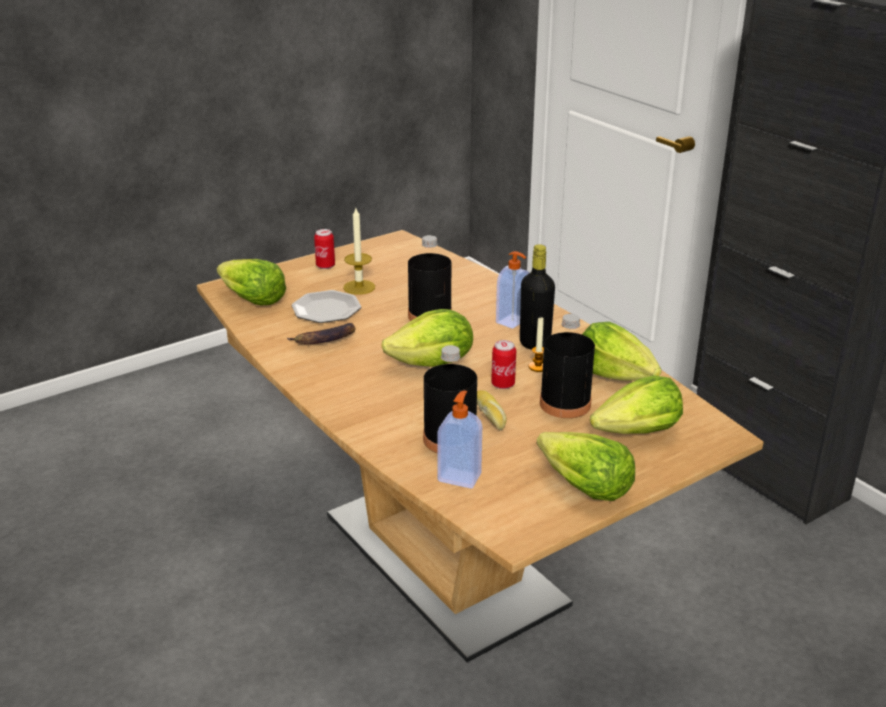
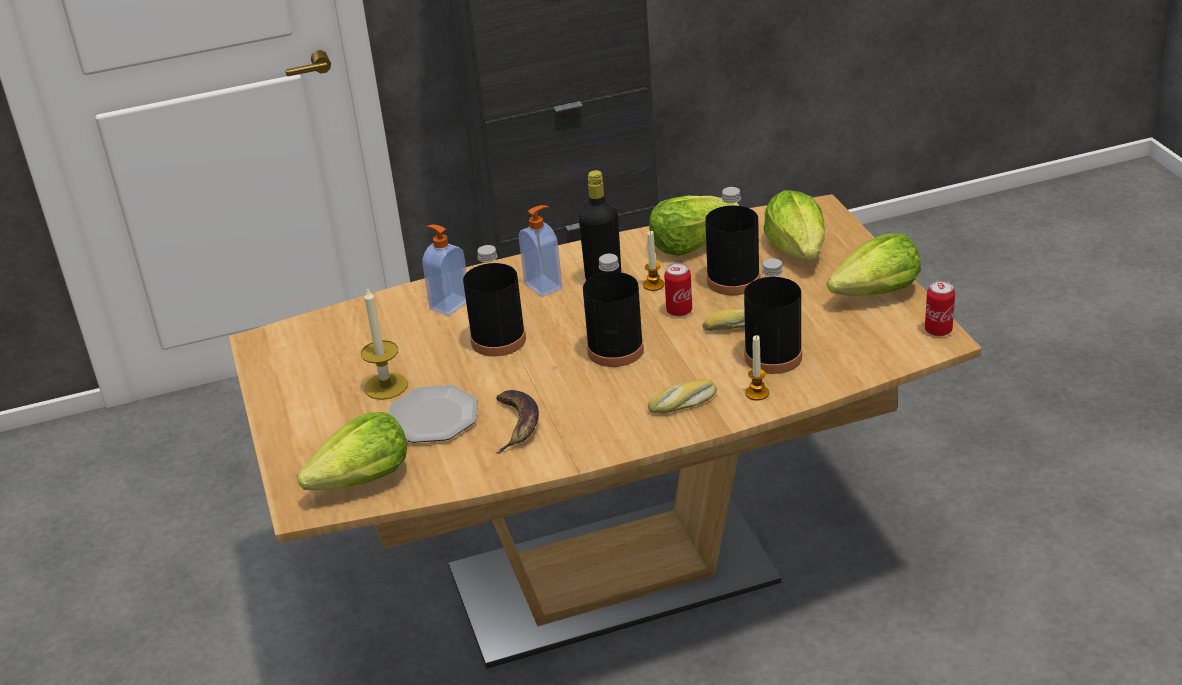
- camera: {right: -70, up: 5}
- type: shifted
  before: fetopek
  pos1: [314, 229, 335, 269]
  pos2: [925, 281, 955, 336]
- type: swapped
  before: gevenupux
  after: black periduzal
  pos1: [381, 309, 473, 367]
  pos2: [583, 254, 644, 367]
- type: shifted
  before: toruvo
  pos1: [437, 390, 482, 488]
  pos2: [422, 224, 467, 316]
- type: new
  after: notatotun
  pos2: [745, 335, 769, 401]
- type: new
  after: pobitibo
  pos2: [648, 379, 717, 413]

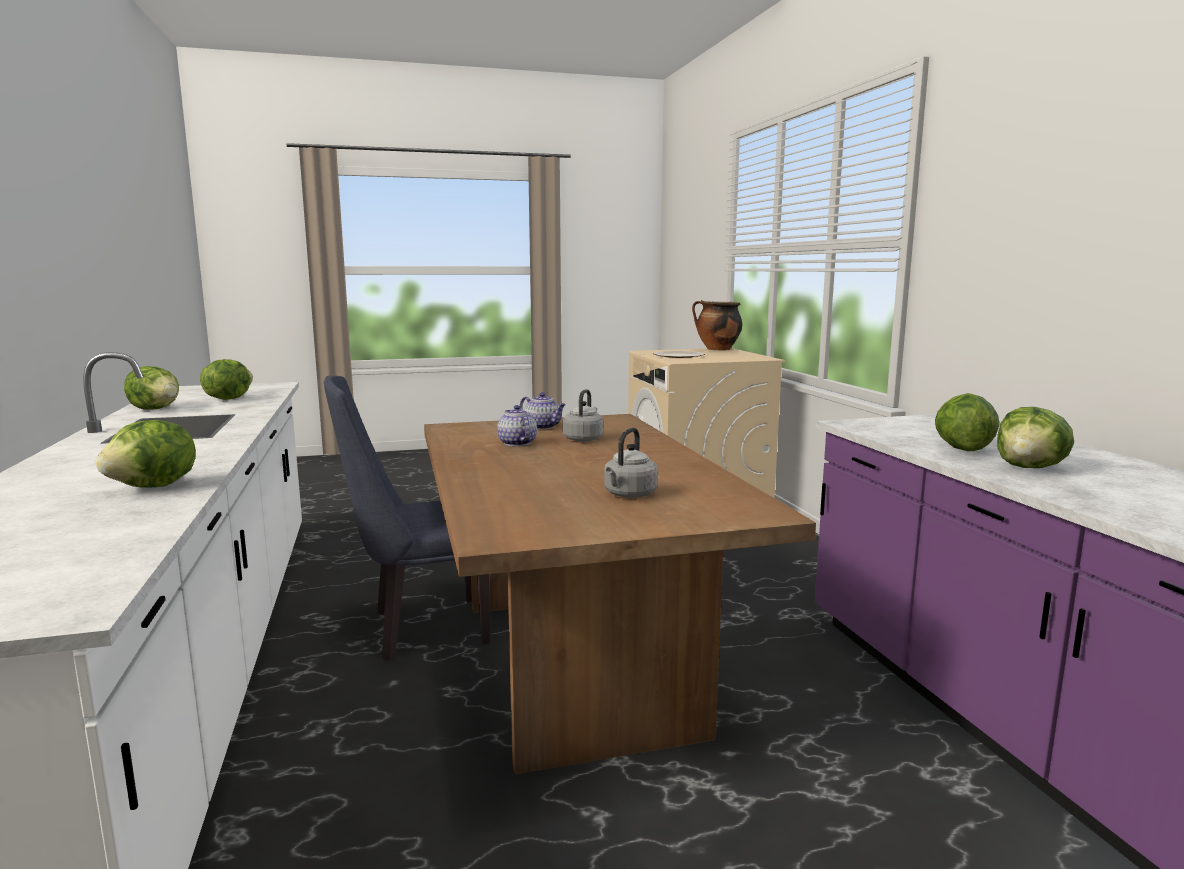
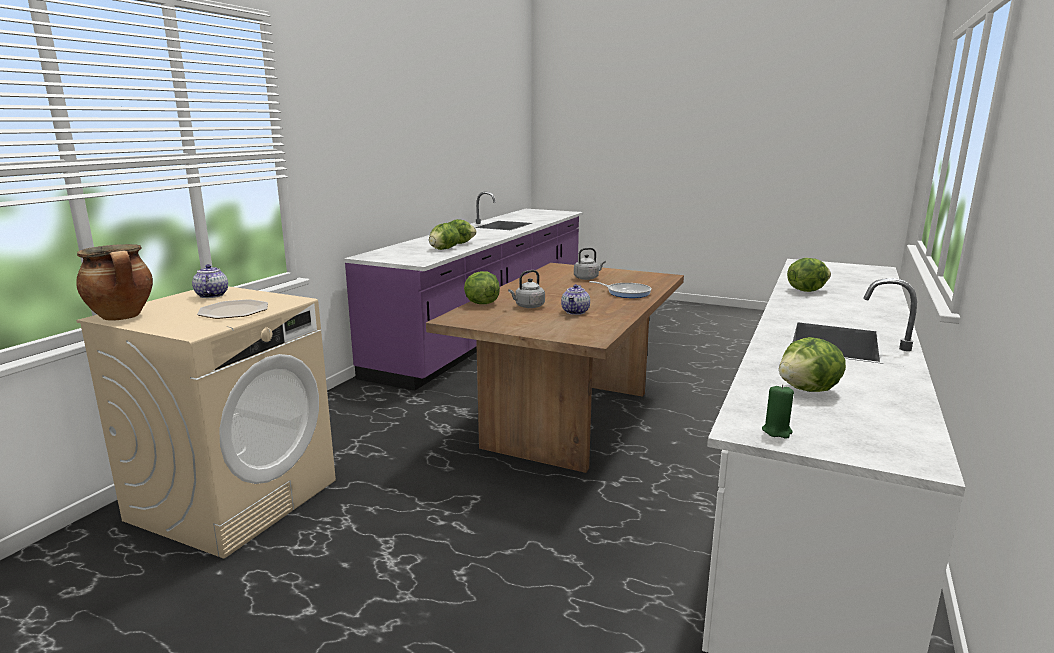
- camera: {right: -140, up: 5}
- type: shifted
  before: gevenupux
  pos1: [124, 366, 179, 410]
  pos2: [464, 271, 500, 304]
- type: gone
  before: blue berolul
  pos1: [324, 376, 491, 661]
- type: shifted
  before: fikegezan
  pos1: [520, 392, 566, 429]
  pos2: [192, 264, 228, 298]
- type: new
  after: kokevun
  pos2: [589, 281, 651, 298]
- type: new
  after: green notatotun
  pos2: [762, 384, 794, 439]

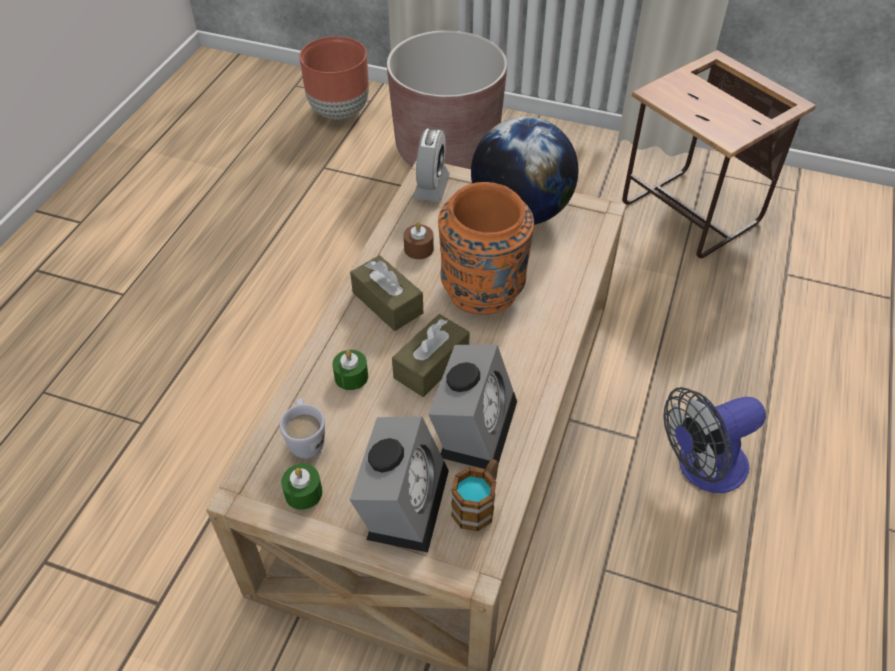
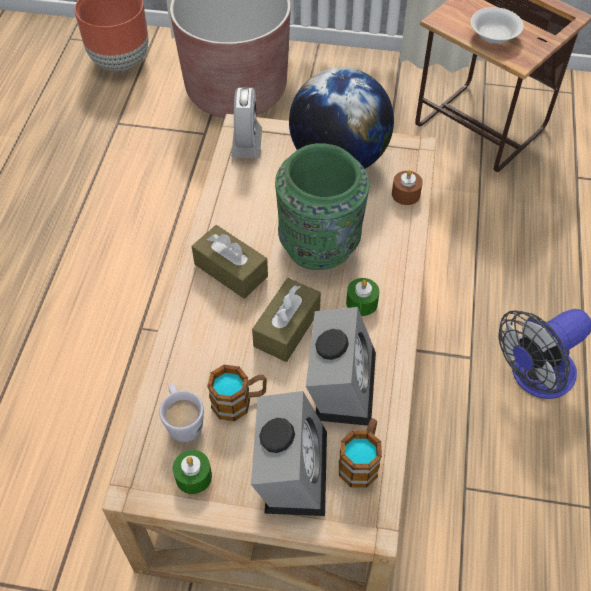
- camera: {right: -10, up: 5}
- type: repainted
  before: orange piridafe
  after: green piridafe
  pos1: [438, 182, 534, 315]
  pos2: [275, 143, 369, 270]
- type: shifted
  before: brown notatotun
  pos1: [404, 222, 434, 259]
  pos2: [392, 170, 423, 205]
- type: shifted
  before: green notatotun
  pos1: [332, 350, 368, 390]
  pos2: [346, 278, 379, 316]
- type: new
  after: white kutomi
  pos2: [471, 7, 524, 44]
- type: new
  after: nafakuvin
  pos2: [207, 365, 267, 421]

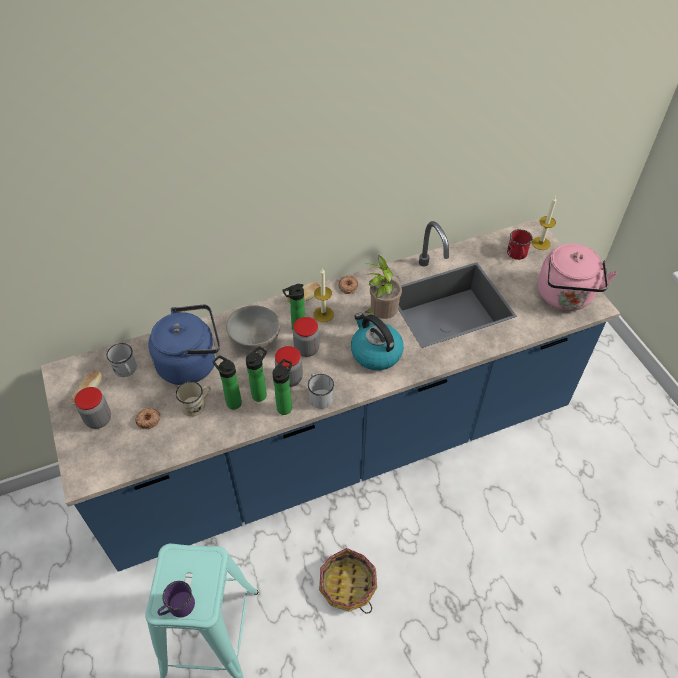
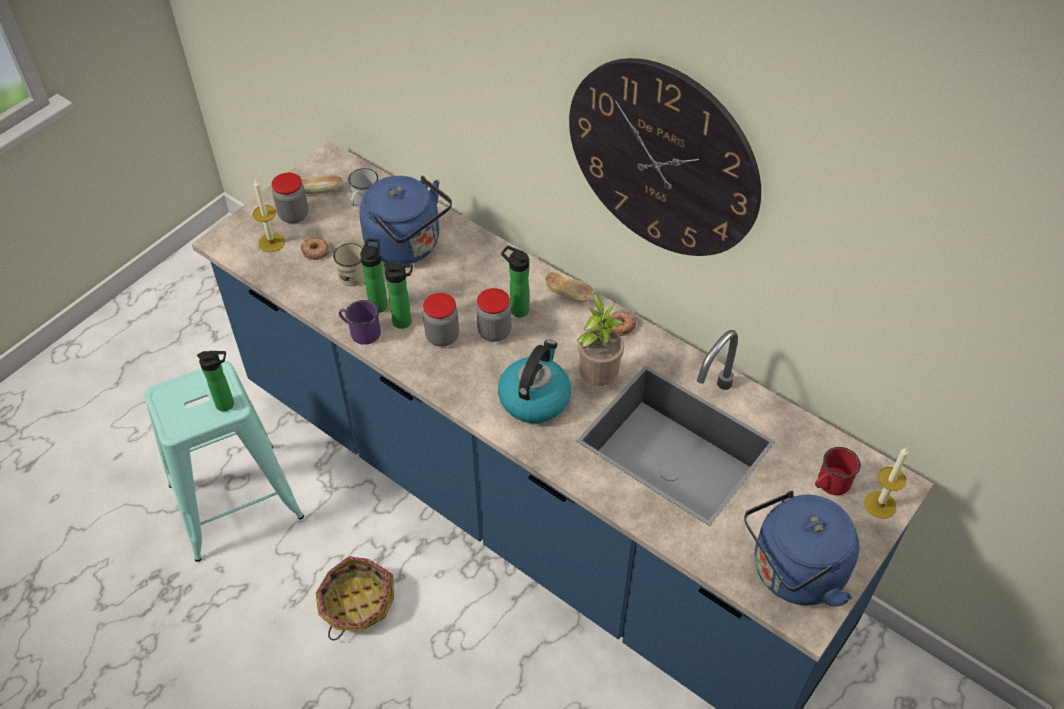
- camera: {right: 60, up: 0}
- type: repainted
  before: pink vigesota
  after: blue vigesota
  pos1: [538, 243, 617, 311]
  pos2: [744, 491, 860, 606]
- type: shifted
  before: notatotun
  pos1: [313, 268, 334, 322]
  pos2: [253, 179, 285, 252]
- type: gone
  before: grey kutomi
  pos1: [226, 305, 280, 351]
- type: shifted
  before: periduzal
  pos1: [272, 359, 292, 415]
  pos2: [197, 351, 234, 411]
- type: gone
  before: white nafakuvin
  pos1: [308, 373, 334, 409]
- type: shifted
  before: purple nafakuvin
  pos1: [157, 581, 195, 618]
  pos2: [339, 300, 381, 345]
- type: new
  after: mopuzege
  pos2: [569, 58, 761, 256]

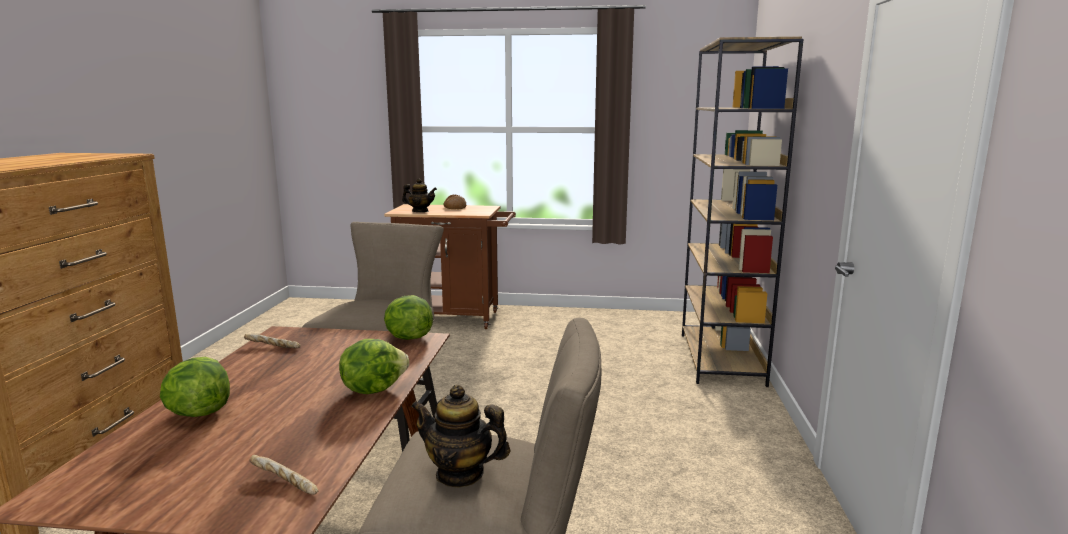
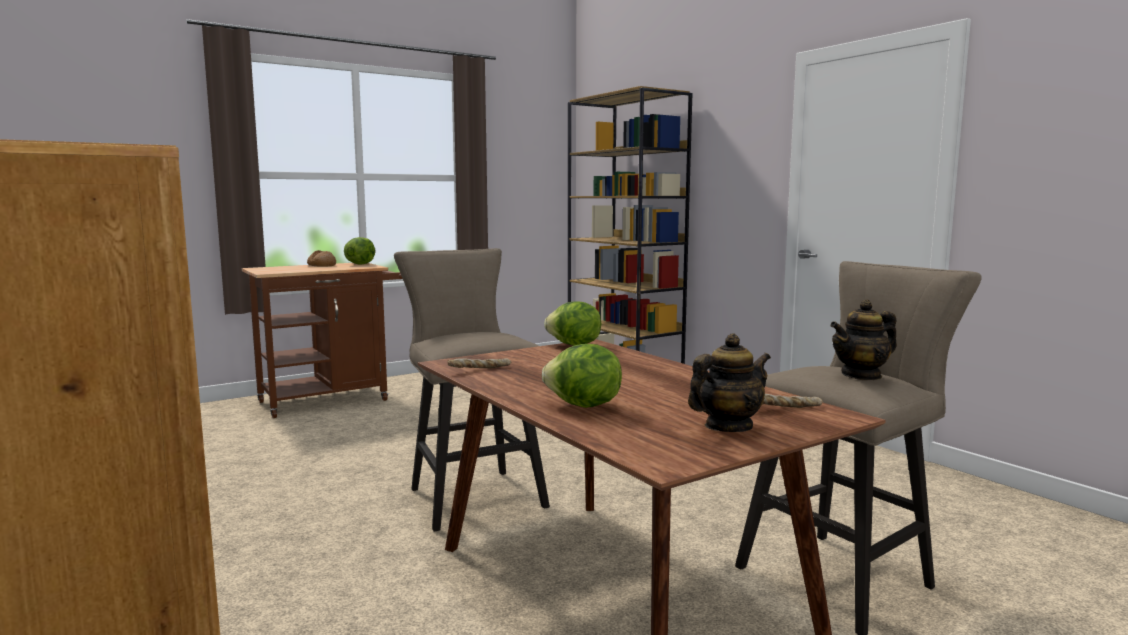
- camera: {right: -40, up: -5}
- type: shifted
  before: fikegezan
  pos1: [402, 178, 437, 212]
  pos2: [688, 333, 771, 432]
- type: shifted
  before: gevenupux
  pos1: [339, 339, 409, 394]
  pos2: [344, 237, 376, 265]

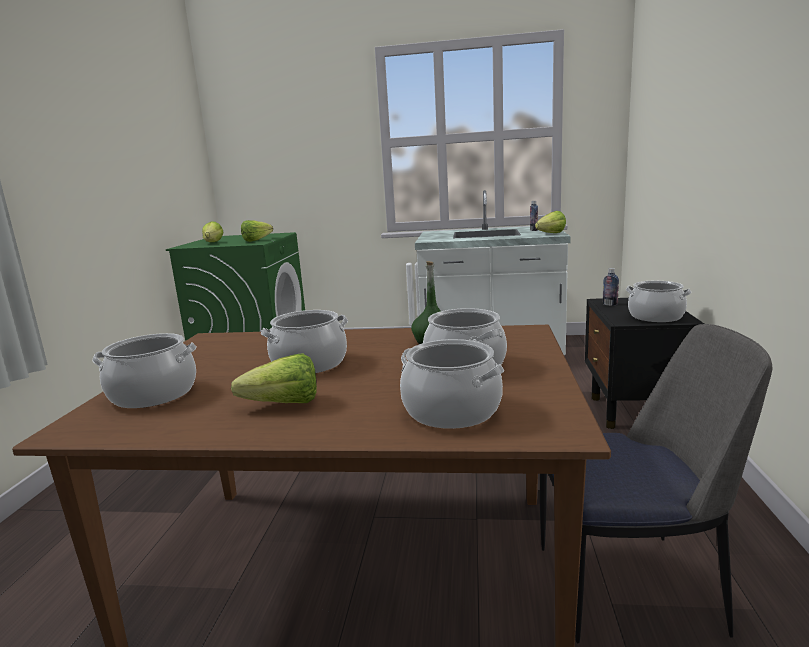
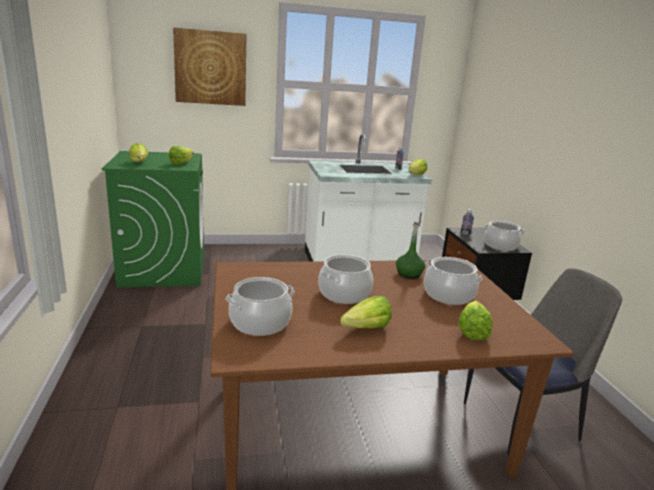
- camera: {right: -20, up: 5}
- type: swapped
  before: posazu
  after: gevenupux
  pos1: [400, 339, 504, 429]
  pos2: [458, 301, 493, 340]
- type: new
  after: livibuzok
  pos2: [173, 27, 246, 106]

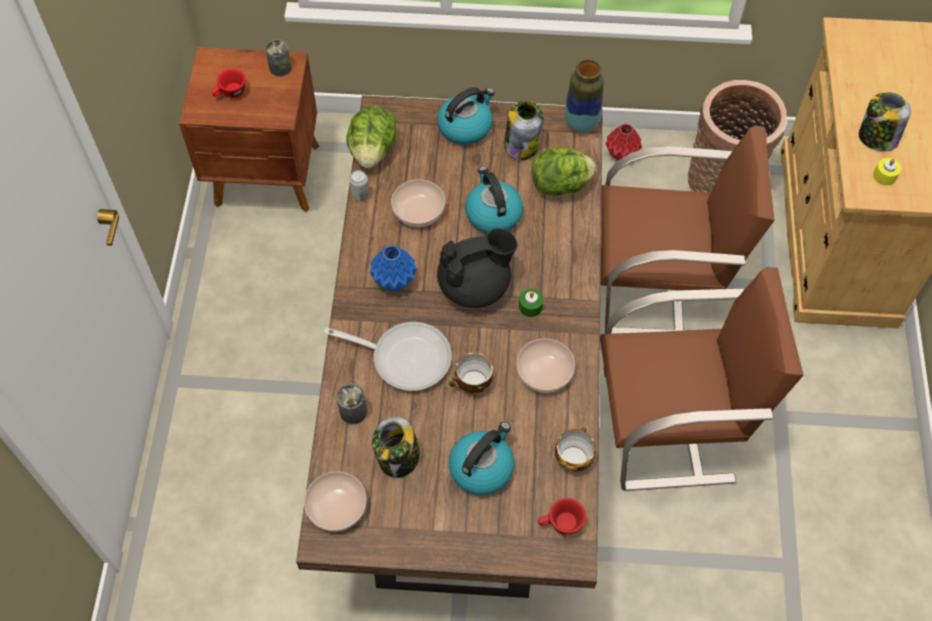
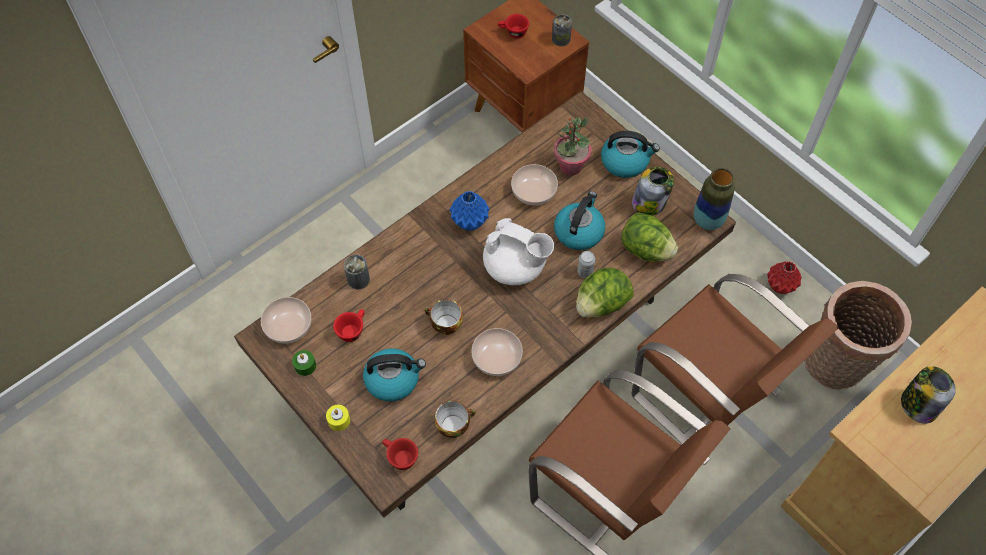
- camera: {right: 45, up: 0}
- type: shifted
  before: gevenupux
  pos1: [346, 106, 397, 168]
  pos2: [576, 268, 633, 318]
- type: shifted
  before: yellow notatotun
  pos1: [873, 158, 901, 185]
  pos2: [326, 405, 350, 431]
- type: shifted
  before: fetopek
  pos1: [350, 170, 369, 202]
  pos2: [577, 251, 595, 278]
- type: repainted
  before: black fikegezan
  after: white fikegezan
  pos1: [437, 228, 517, 308]
  pos2: [483, 218, 554, 285]
- type: shifted
  before: green notatotun
  pos1: [519, 289, 543, 317]
  pos2: [292, 350, 316, 376]
- type: gone
  before: kokevun
  pos1: [323, 322, 452, 391]
- type: swapped
  before: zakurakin
  after: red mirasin
  pos1: [372, 417, 420, 478]
  pos2: [333, 309, 365, 342]
- type: new
  after: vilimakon
  pos2: [554, 117, 591, 175]

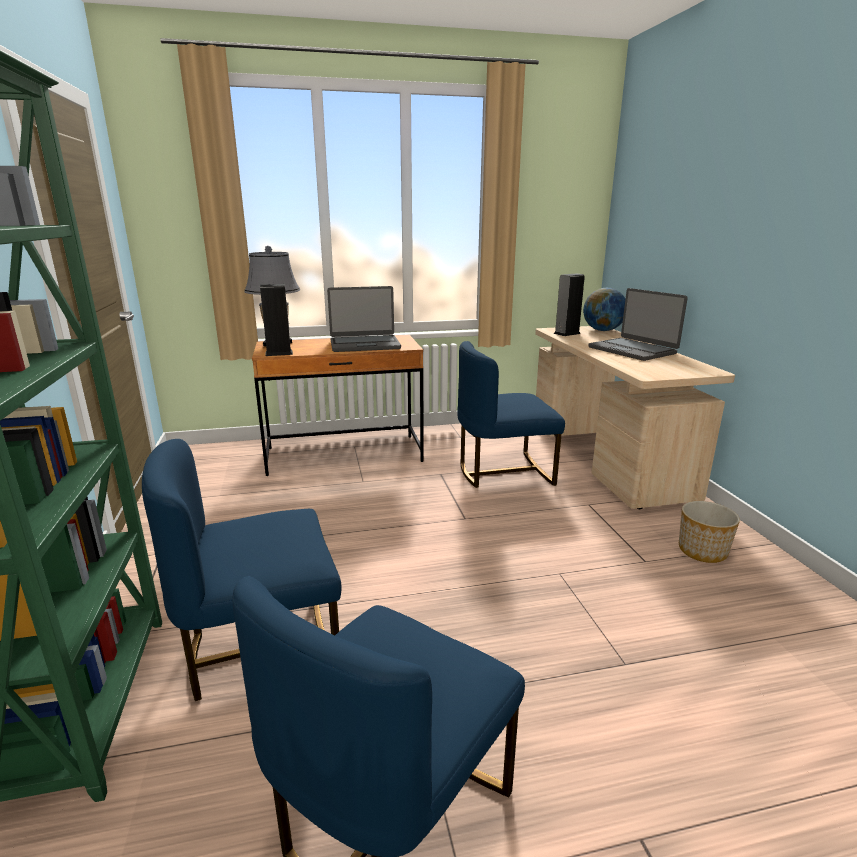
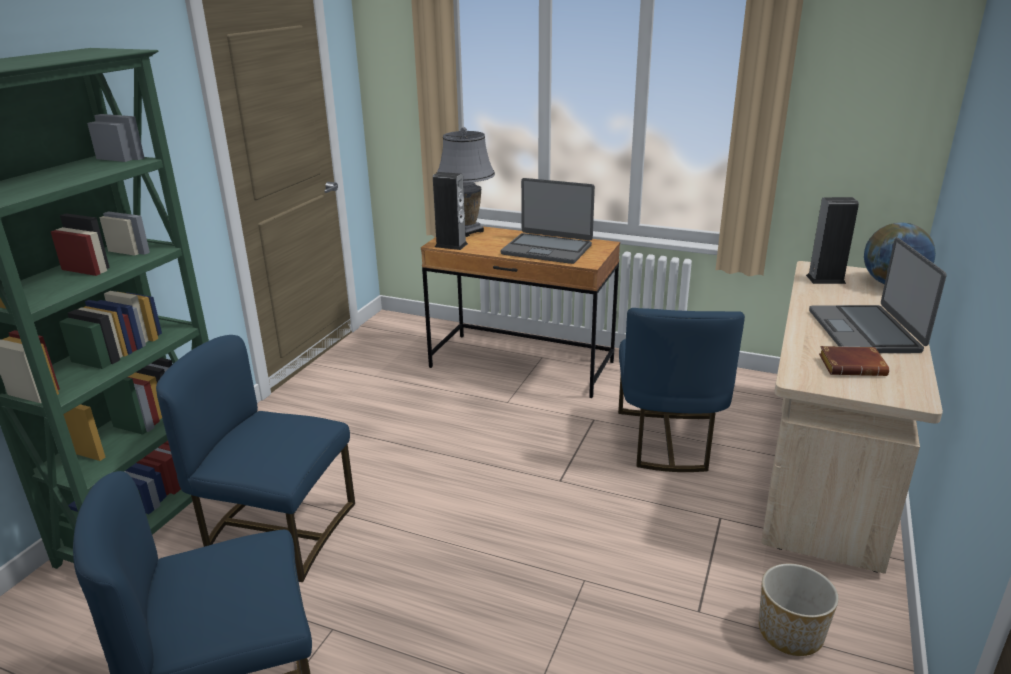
- camera: {right: 35, up: 5}
- type: rotated
  before: blue berolul
  pos1: [457, 341, 565, 488]
  pos2: [618, 308, 745, 472]
  turn: -105
- type: new
  after: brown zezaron
  pos2: [819, 346, 889, 376]

